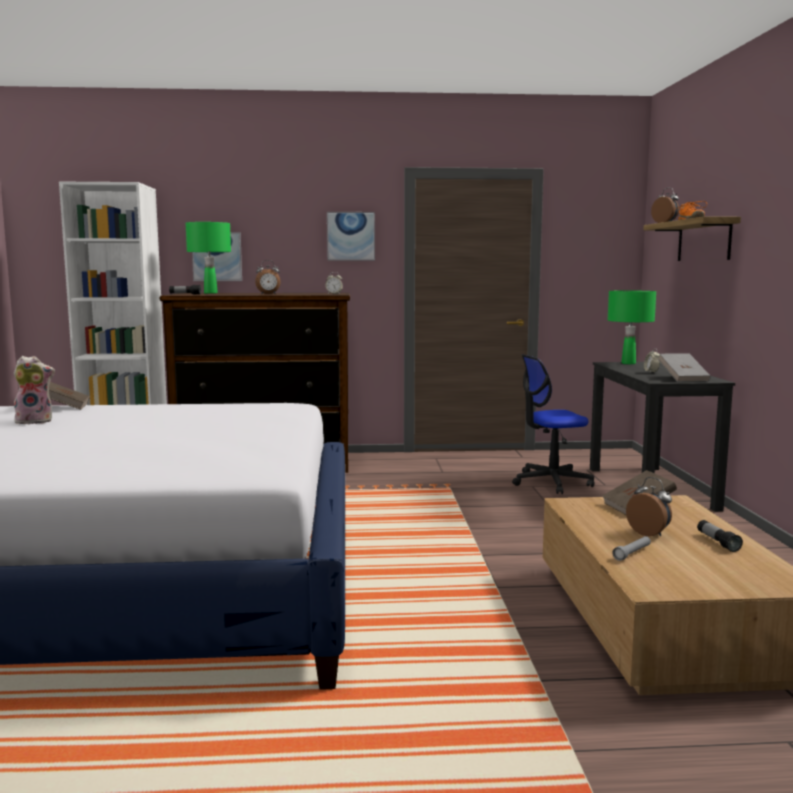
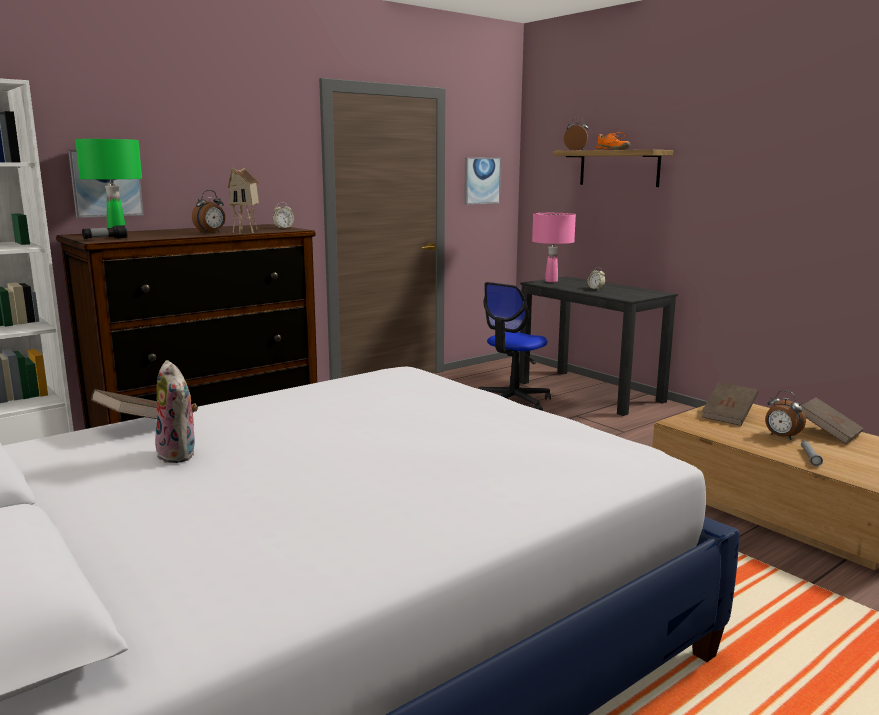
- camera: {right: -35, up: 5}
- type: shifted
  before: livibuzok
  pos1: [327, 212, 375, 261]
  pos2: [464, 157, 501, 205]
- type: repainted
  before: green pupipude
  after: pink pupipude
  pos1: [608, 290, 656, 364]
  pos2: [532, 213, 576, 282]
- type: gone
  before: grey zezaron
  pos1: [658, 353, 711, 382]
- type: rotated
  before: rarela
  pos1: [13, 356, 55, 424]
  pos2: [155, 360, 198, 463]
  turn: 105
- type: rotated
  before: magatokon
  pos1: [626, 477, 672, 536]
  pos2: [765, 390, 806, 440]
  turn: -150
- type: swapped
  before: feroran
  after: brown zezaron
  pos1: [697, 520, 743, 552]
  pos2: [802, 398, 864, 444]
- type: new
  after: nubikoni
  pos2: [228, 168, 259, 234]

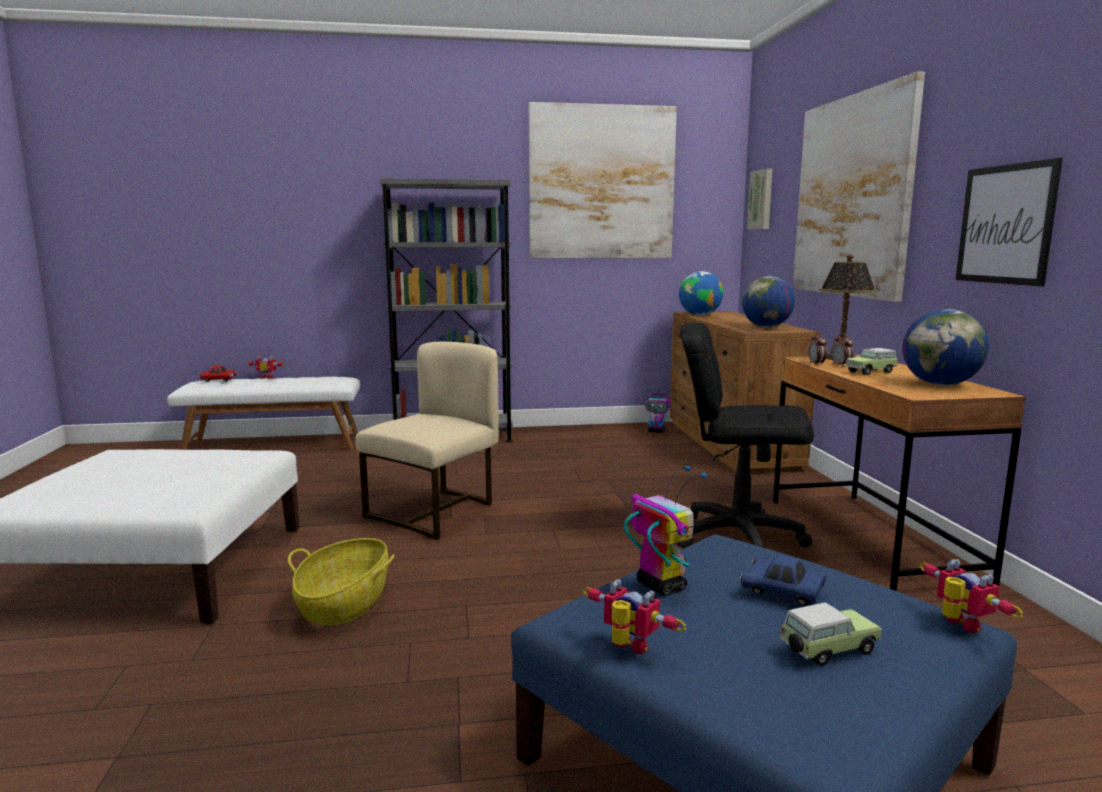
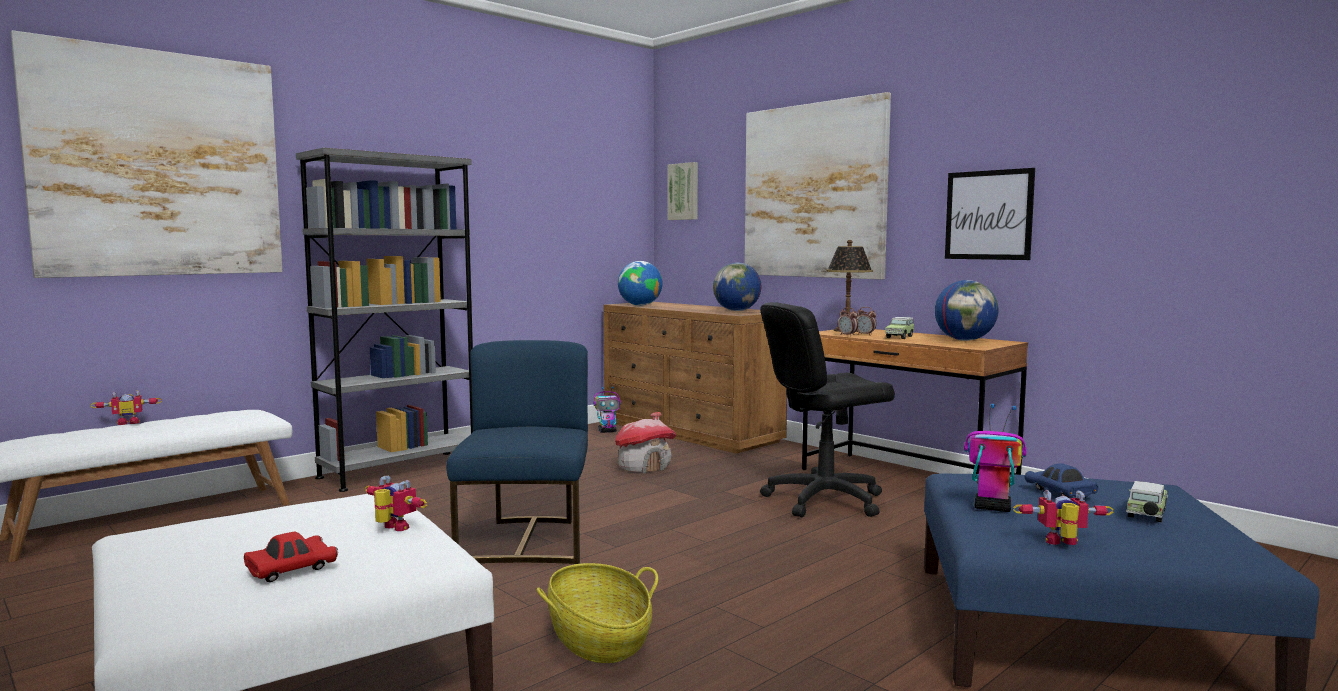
- camera: {right: -35, up: -5}
- type: shifted
  before: livibuzok
  pos1: [529, 102, 677, 258]
  pos2: [11, 30, 283, 278]
- type: repainted
  before: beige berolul
  after: blue berolul
  pos1: [355, 342, 499, 540]
  pos2: [446, 340, 588, 564]
- type: shifted
  before: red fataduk
  pos1: [200, 365, 237, 382]
  pos2: [244, 531, 338, 582]
- type: rotated
  before: blue fataduk
  pos1: [740, 555, 826, 605]
  pos2: [1025, 463, 1099, 499]
  turn: 75
- type: shifted
  before: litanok
  pos1: [919, 559, 1023, 633]
  pos2: [365, 476, 427, 531]
- type: new
  after: nubikoni
  pos2: [615, 412, 676, 473]

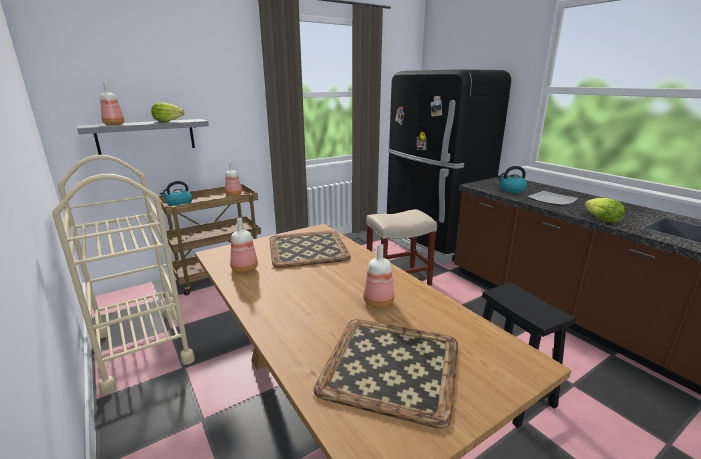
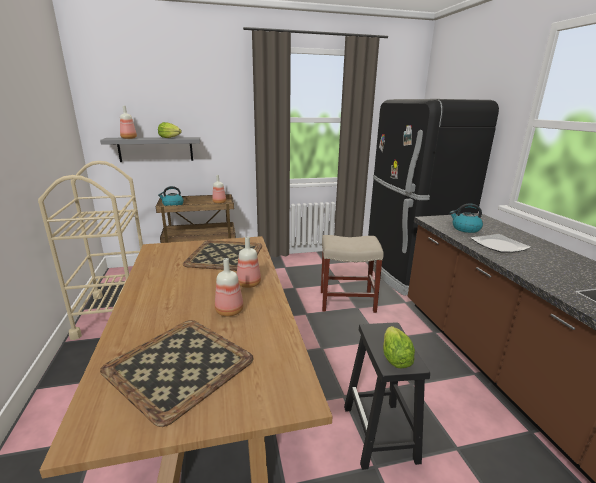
- camera: {right: 20, up: 0}
- type: shifted
  before: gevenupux
  pos1: [584, 198, 625, 223]
  pos2: [383, 326, 415, 368]
- type: shifted
  before: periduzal
  pos1: [230, 218, 258, 273]
  pos2: [237, 237, 261, 288]

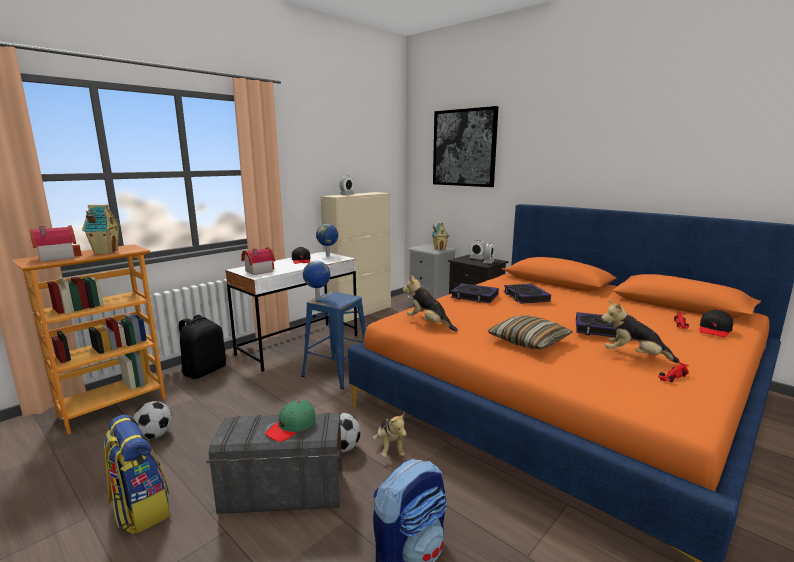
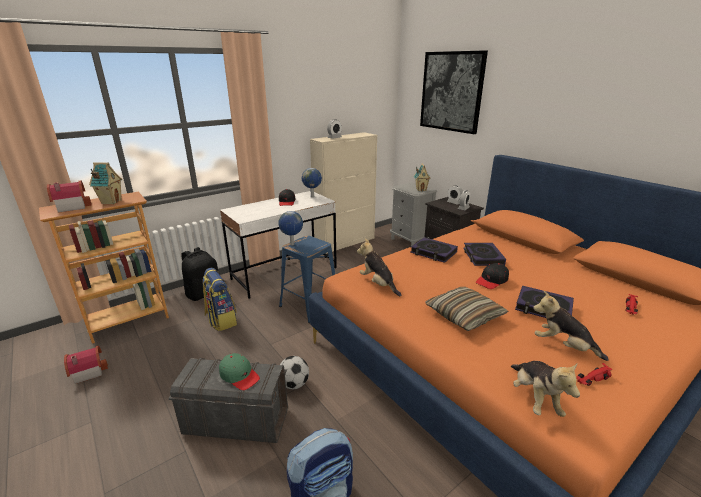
- camera: {right: 10, up: 10}
- type: shifted
  before: nubikoni
  pos1: [241, 247, 275, 275]
  pos2: [64, 346, 108, 384]
- type: shifted
  before: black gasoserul
  pos1: [699, 309, 733, 338]
  pos2: [476, 263, 509, 289]
- type: rotated
  before: green gasoserul
  pos1: [265, 400, 316, 442]
  pos2: [219, 353, 260, 390]
  turn: -105
- type: gone
  before: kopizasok
  pos1: [133, 401, 172, 439]
- type: shifted
  before: rarela
  pos1: [373, 412, 407, 457]
  pos2: [511, 361, 580, 417]
- type: shifted
  before: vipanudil
  pos1: [104, 415, 170, 535]
  pos2: [203, 268, 237, 331]

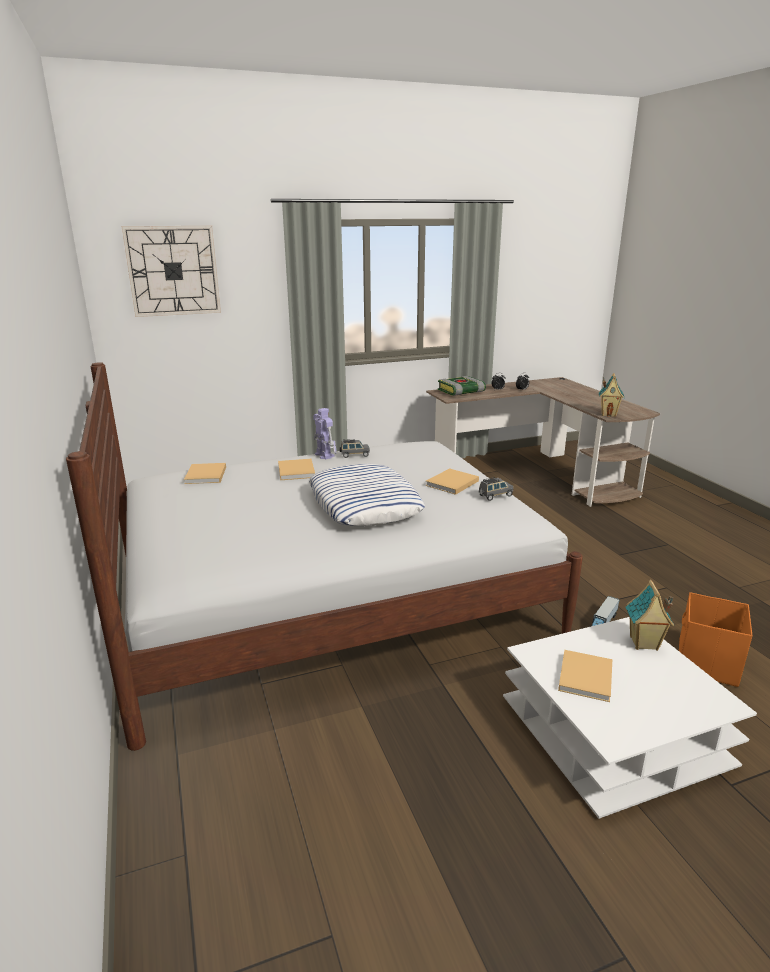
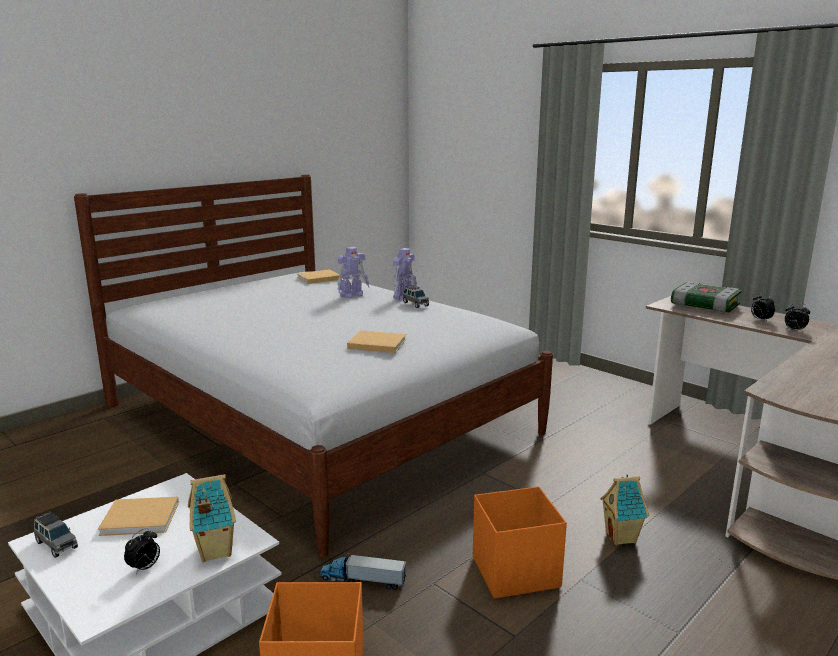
- camera: {right: 65, up: -5}
- type: gone
  before: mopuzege
  pos1: [122, 226, 221, 317]
- type: shifted
  before: nubikoni
  pos1: [599, 373, 624, 417]
  pos2: [600, 474, 649, 545]
- type: swapped
  before: beige zezaron
  after: litanok
  pos1: [278, 459, 315, 480]
  pos2: [337, 247, 369, 298]
- type: gone
  before: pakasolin
  pos1: [309, 464, 425, 526]
- type: shifted
  before: grey fataduk
  pos1: [479, 477, 513, 501]
  pos2: [34, 511, 78, 558]
- type: new
  after: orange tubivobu
  pos2: [473, 486, 567, 599]
- type: new
  after: magatokon
  pos2: [124, 528, 160, 574]

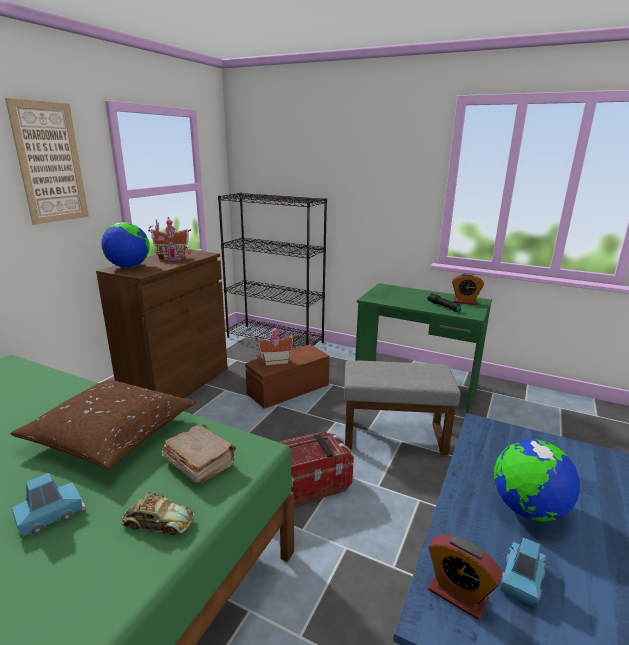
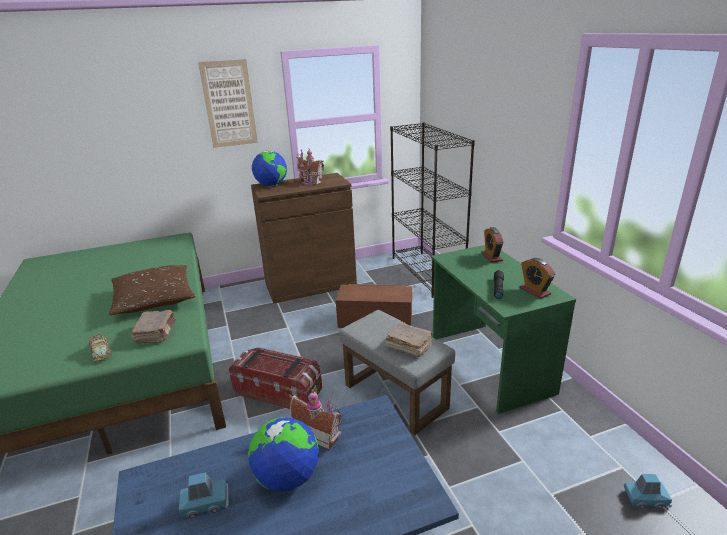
- camera: {right: 45, up: 5}
- type: shifted
  before: nubikoni
  pos1: [255, 327, 295, 366]
  pos2: [289, 390, 342, 450]
- type: shifted
  before: blue fataduk
  pos1: [12, 473, 85, 536]
  pos2: [624, 474, 672, 509]
- type: shifted
  before: magatokon
  pos1: [428, 535, 503, 620]
  pos2: [481, 227, 504, 263]
- type: new
  after: brown zezaron
  pos2: [385, 323, 434, 357]

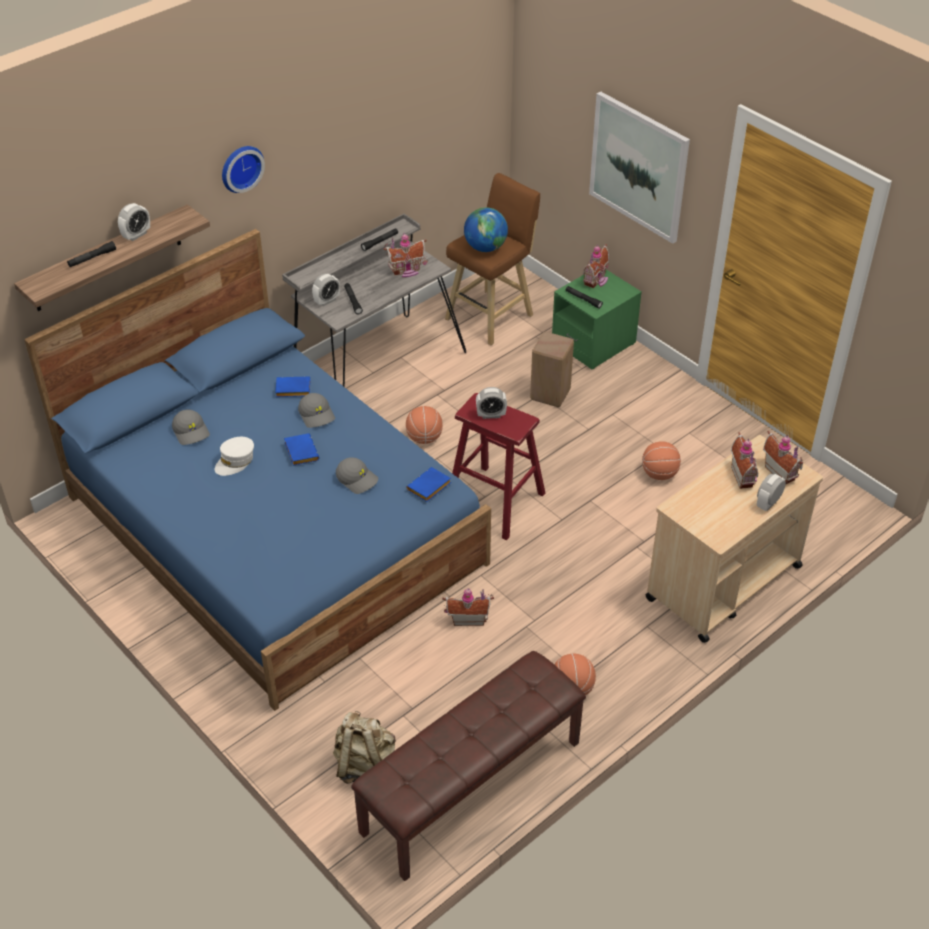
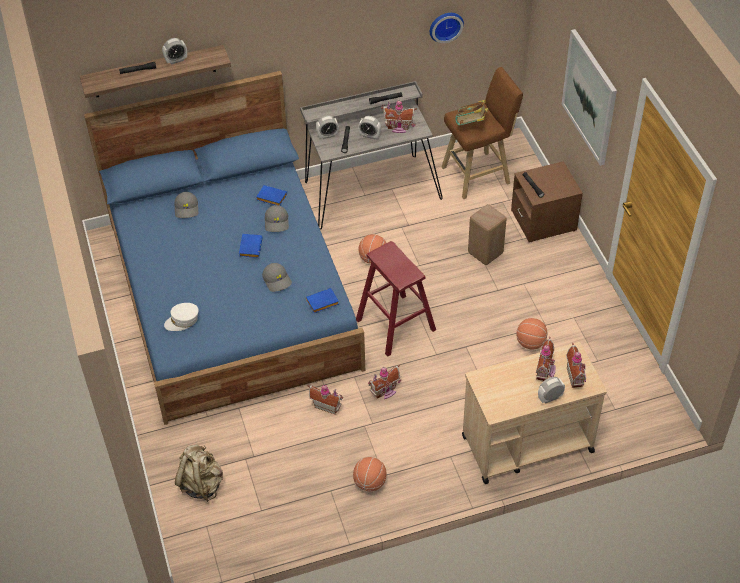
- camera: {right: 25, up: 5}
- type: shifted
  before: mopuzege
  pos1: [222, 146, 265, 193]
  pos2: [430, 13, 464, 43]
- type: swapped
  before: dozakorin
  after: zezaron
  pos1: [464, 207, 508, 252]
  pos2: [455, 100, 488, 126]
- type: shifted
  before: nubikoni
  pos1: [583, 244, 609, 288]
  pos2: [368, 365, 402, 399]
- type: repainted
  before: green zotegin
  after: brown zotegin
  pos1: [552, 270, 642, 370]
  pos2: [511, 161, 583, 242]
- type: shifted
  before: magatokon
  pos1: [476, 387, 507, 419]
  pos2: [358, 116, 381, 139]
- type: shifted
  before: white gasoserul
  pos1: [215, 437, 254, 476]
  pos2: [164, 303, 199, 331]
- type: gone
  before: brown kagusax
  pos1: [351, 651, 586, 881]

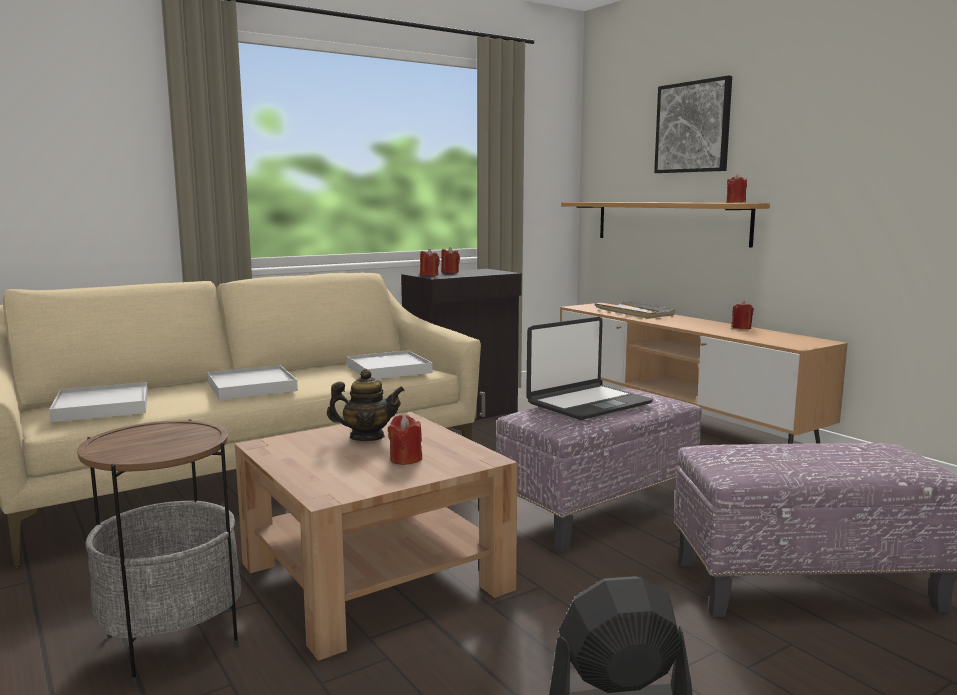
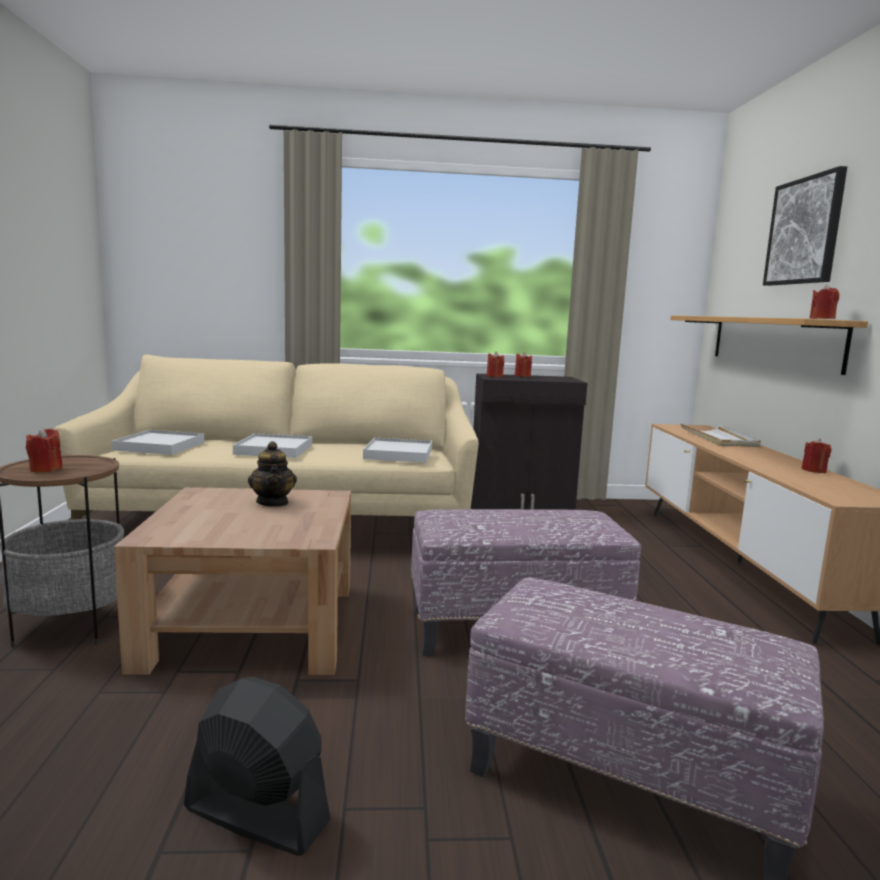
- camera: {right: 30, up: 0}
- type: gone
  before: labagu
  pos1: [526, 317, 653, 420]
- type: rotated
  before: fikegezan
  pos1: [327, 369, 405, 441]
  pos2: [248, 441, 297, 507]
  turn: 45
- type: shifted
  before: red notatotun
  pos1: [388, 415, 422, 465]
  pos2: [26, 428, 63, 472]

